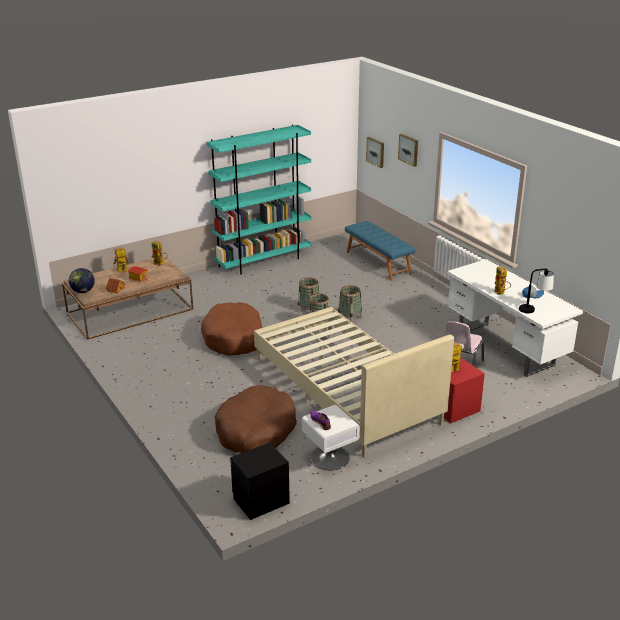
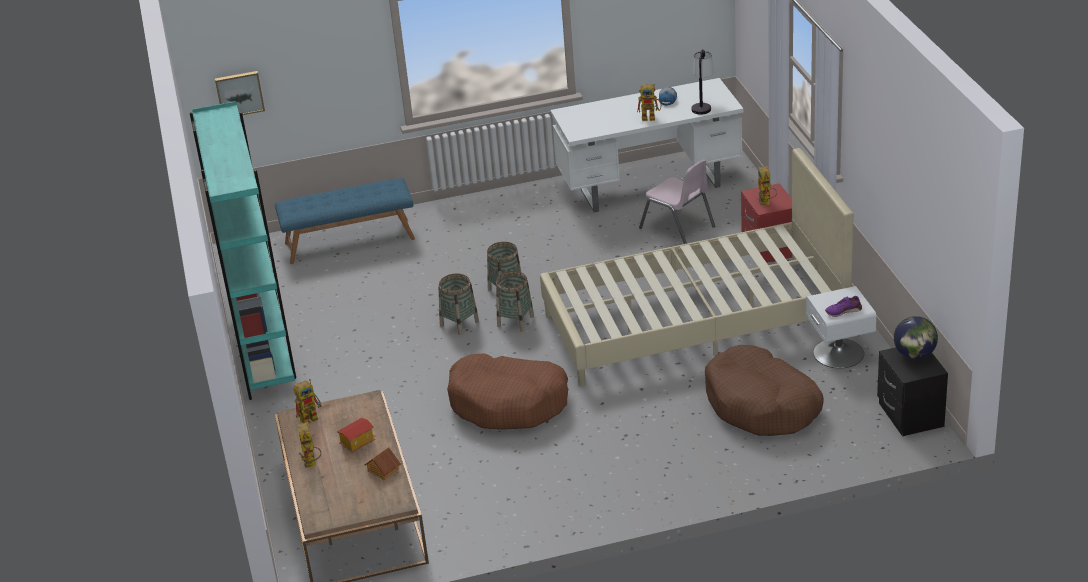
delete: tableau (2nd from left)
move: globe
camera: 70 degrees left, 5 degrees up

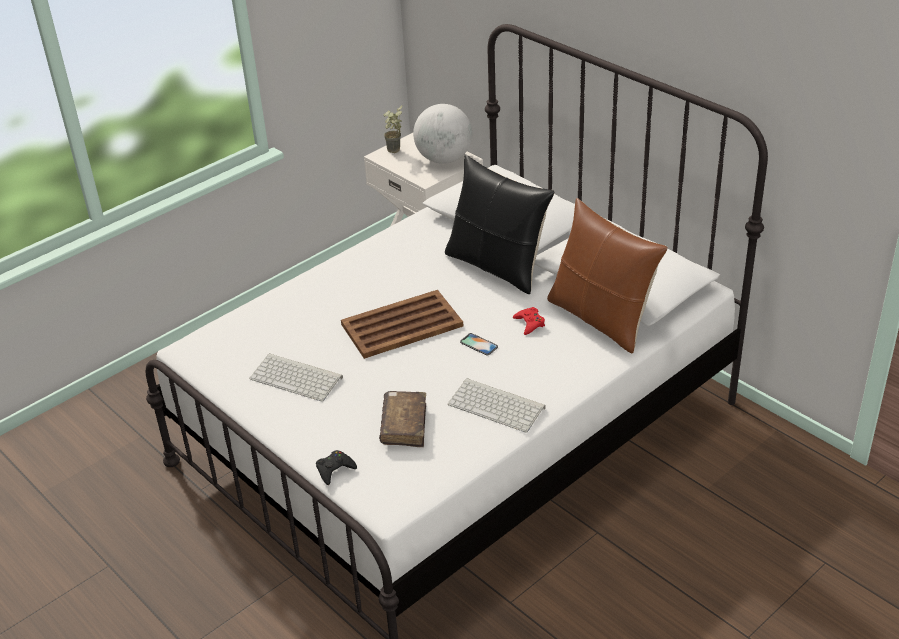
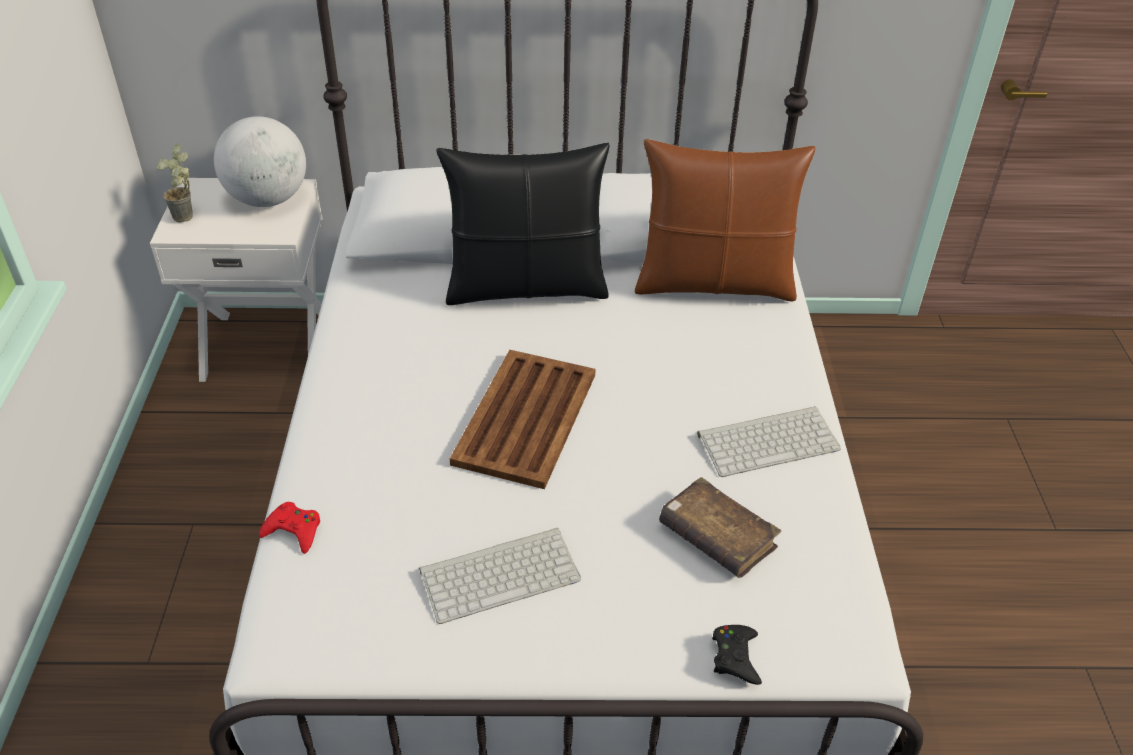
delete: téléphone
move: manette [rouge]
camera: 50 degrees left, 5 degrees up

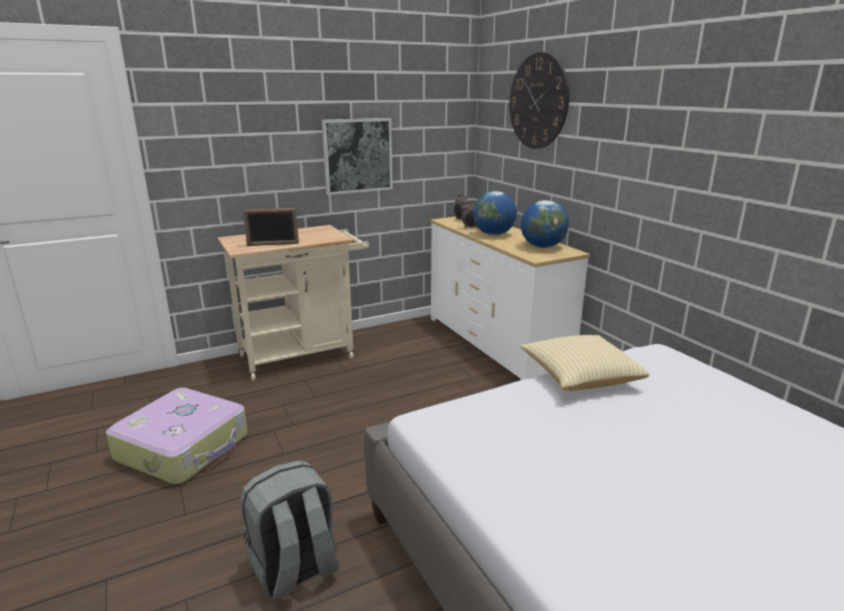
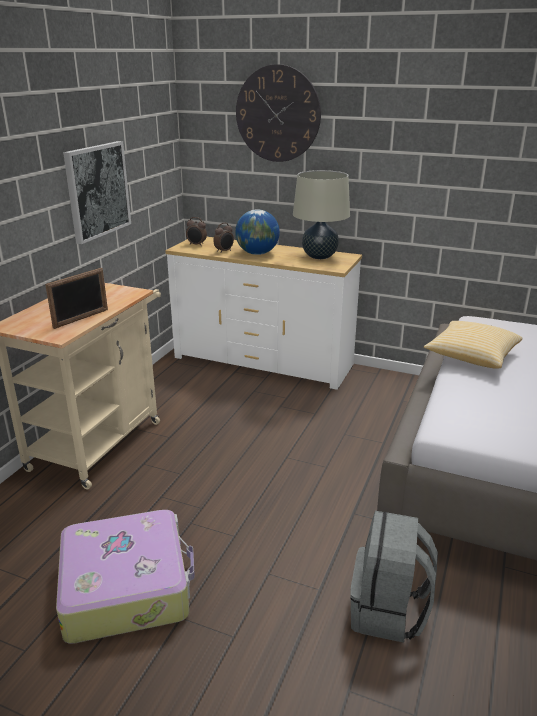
replace: globe (2nd from left) to lampe de table [beige]
camera: 40 degrees left, 5 degrees up

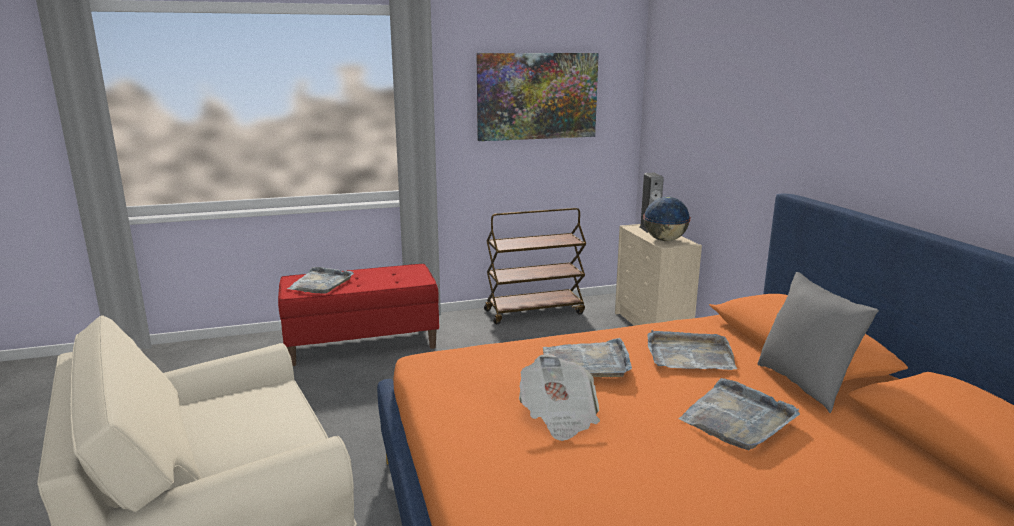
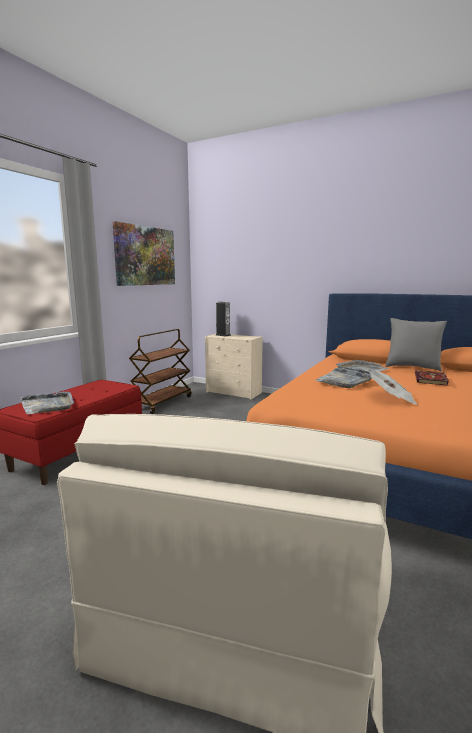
delete: globe
replace: plateau [gris] (4th from left) to livre
camera: 45 degrees left, 5 degrees down

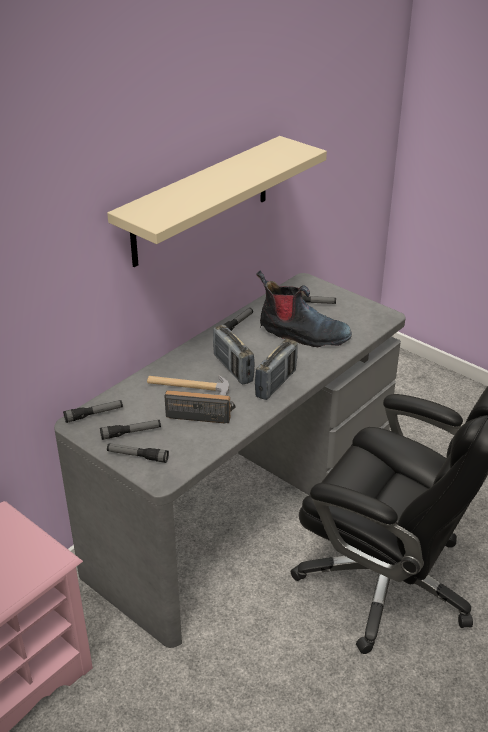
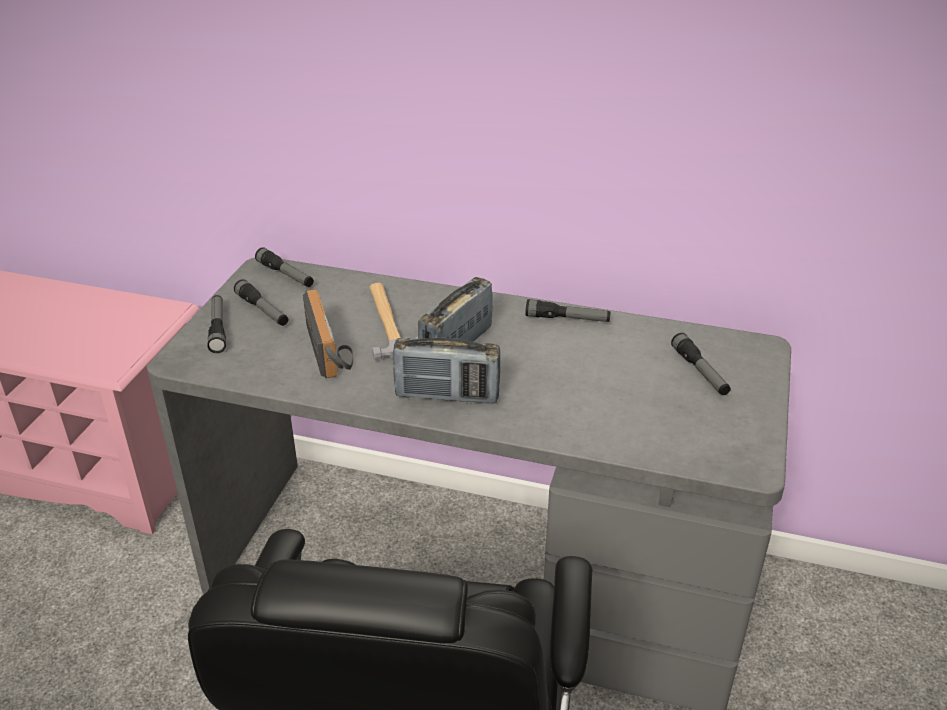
delete: étagère [beige]; botte
camera: 65 degrees right, 0 degrees up

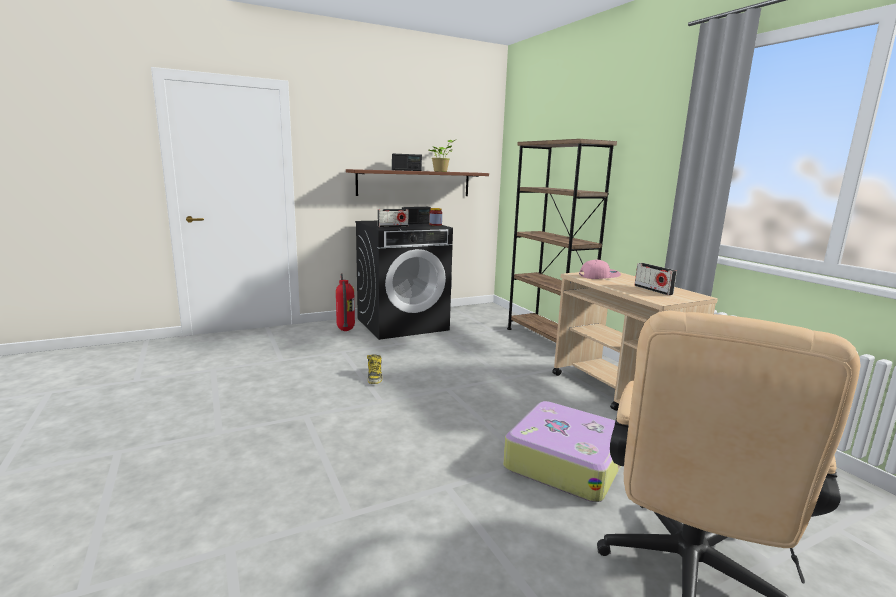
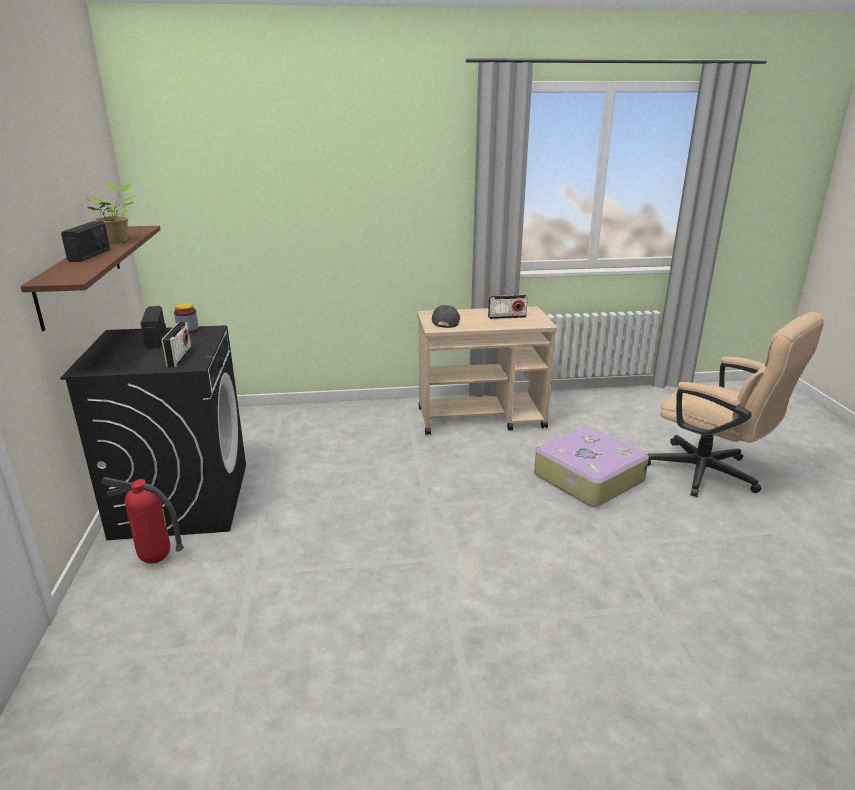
delete: botte; bibliothèque [marron]
recolor: casquette [rose] to casquette [gris]
camera: 70 degrees left, 10 degrees up

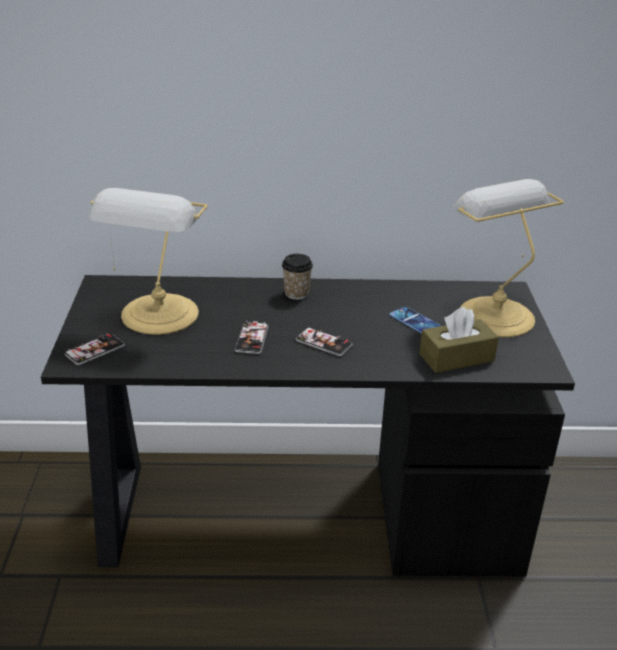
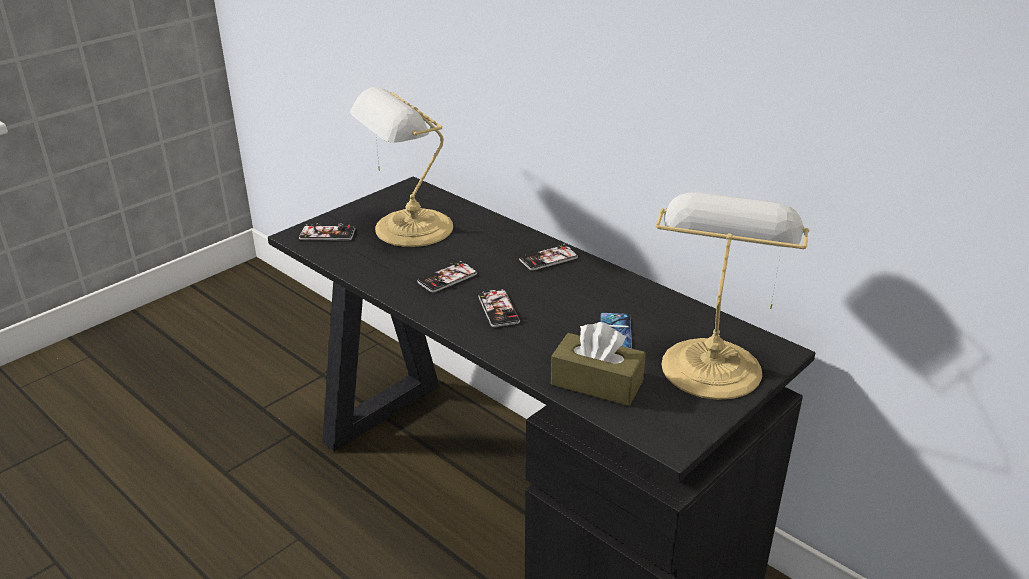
replace: tasse to téléphone (4th from left)
camera: 45 degrees right, 0 degrees up

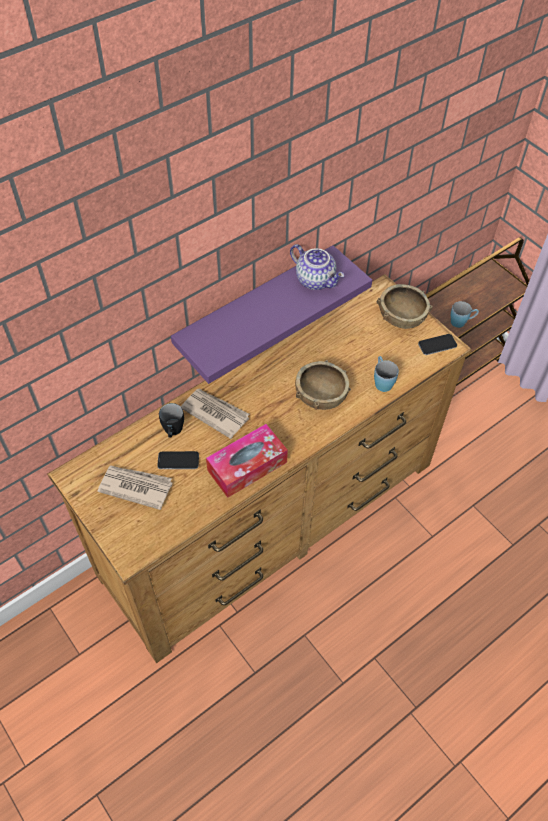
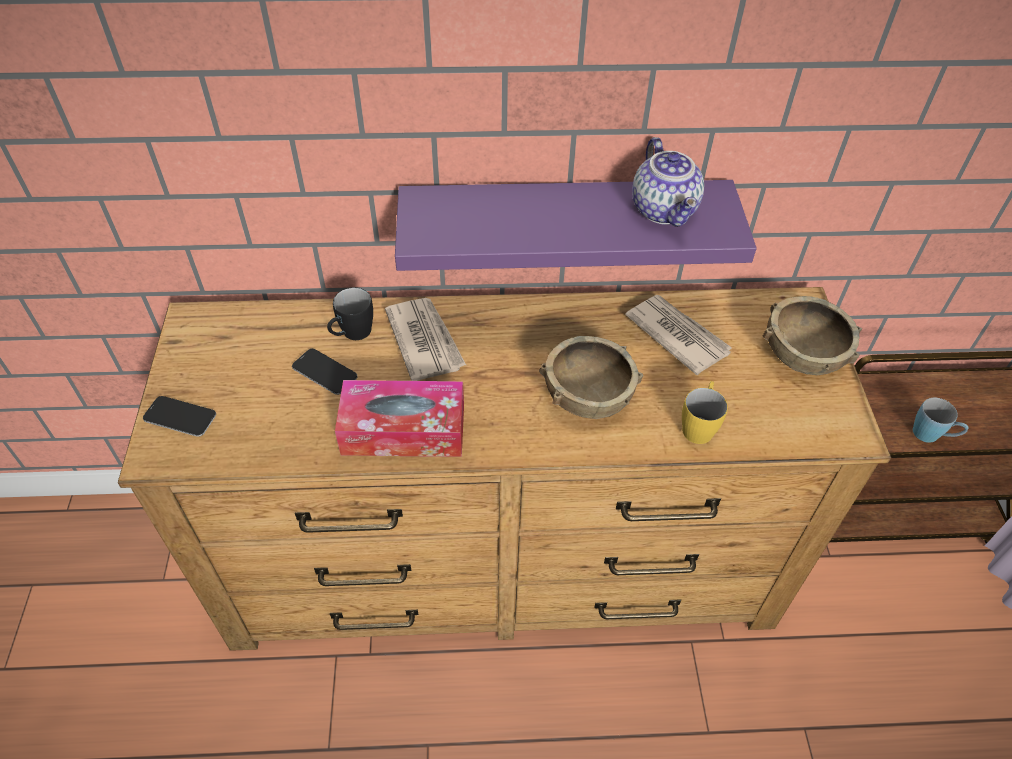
move: téléphone (2nd from left in the first image) to téléphone (1st from left); journal (1st from left in the first image) to journal (2nd from left)
recolor: mug [bleu] (1st from left) to mug [jaune]
camera: 35 degrees right, 5 degrees down

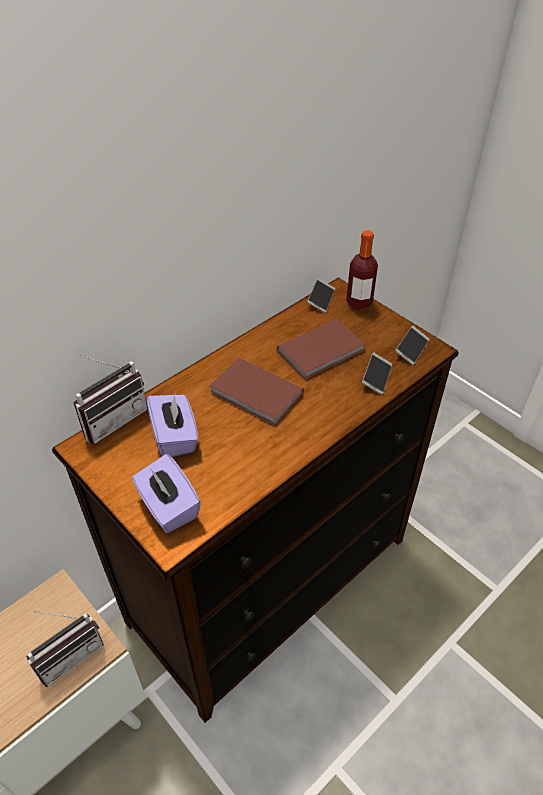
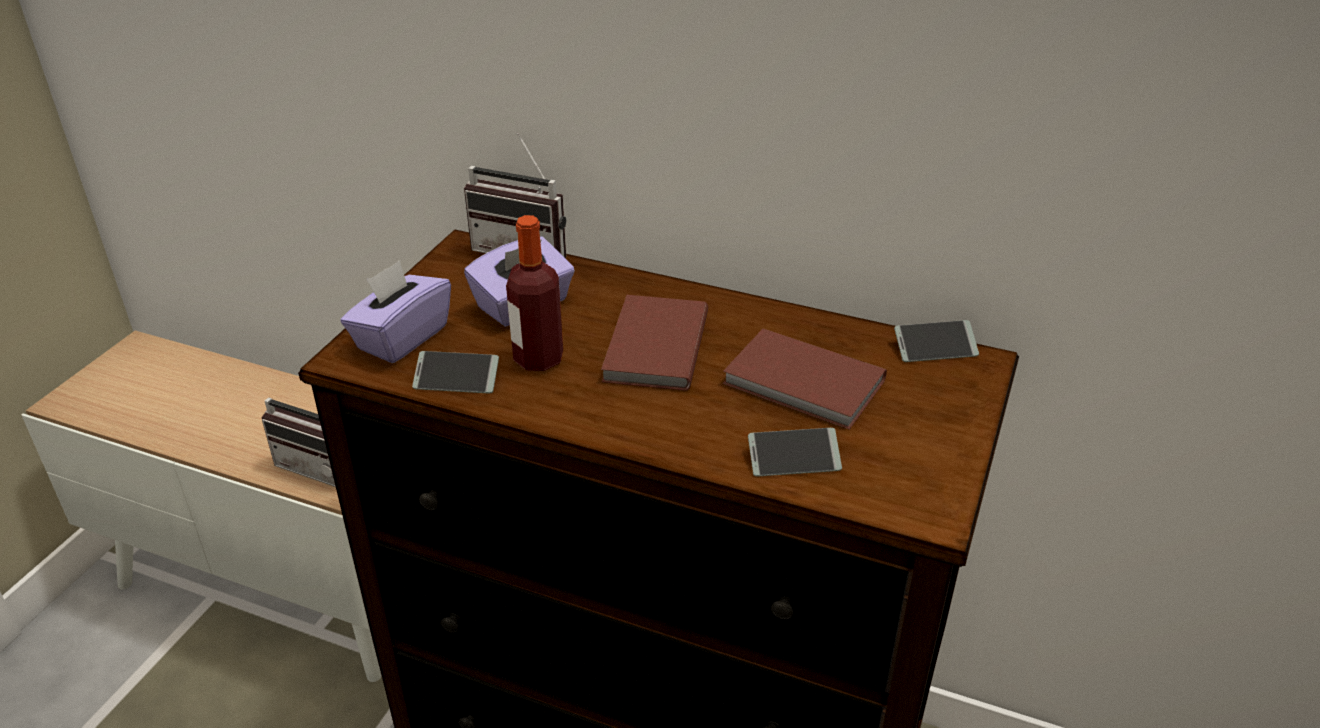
move: téléphone (3rd from left in the first image) to téléphone (1st from left); bouteille
camera: 65 degrees right, 10 degrees down

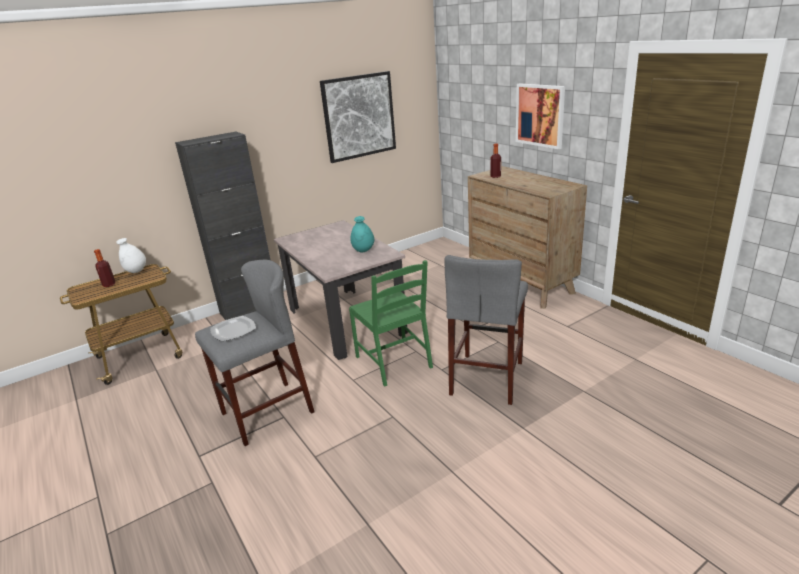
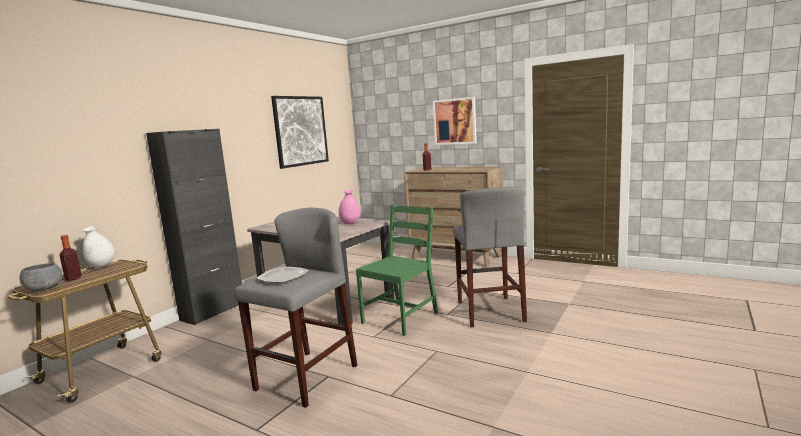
insert: bol [gris]
recolor: vase [turquoise] to vase [rose]
rotate: chaise [vert] 90 degrees counterclockwise
camera: 25 degrees left, 15 degrees down

